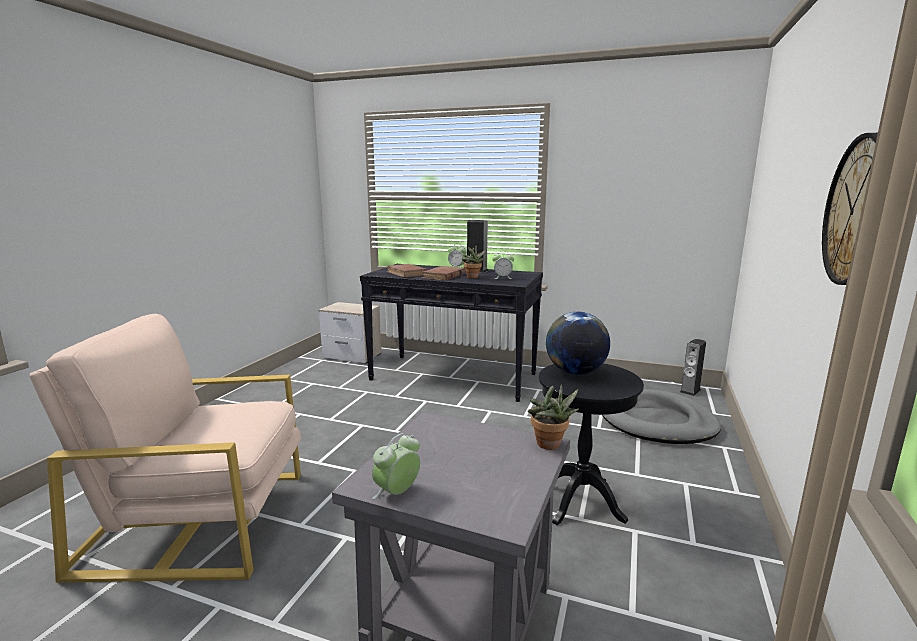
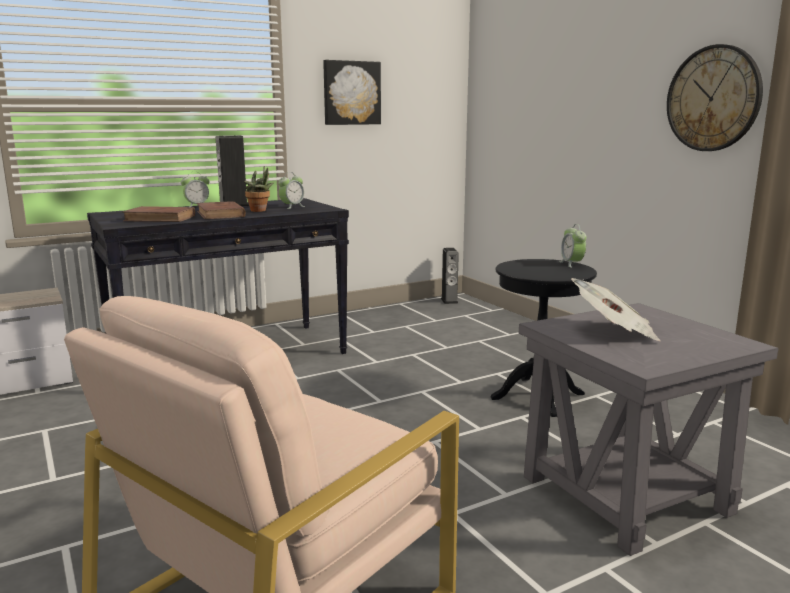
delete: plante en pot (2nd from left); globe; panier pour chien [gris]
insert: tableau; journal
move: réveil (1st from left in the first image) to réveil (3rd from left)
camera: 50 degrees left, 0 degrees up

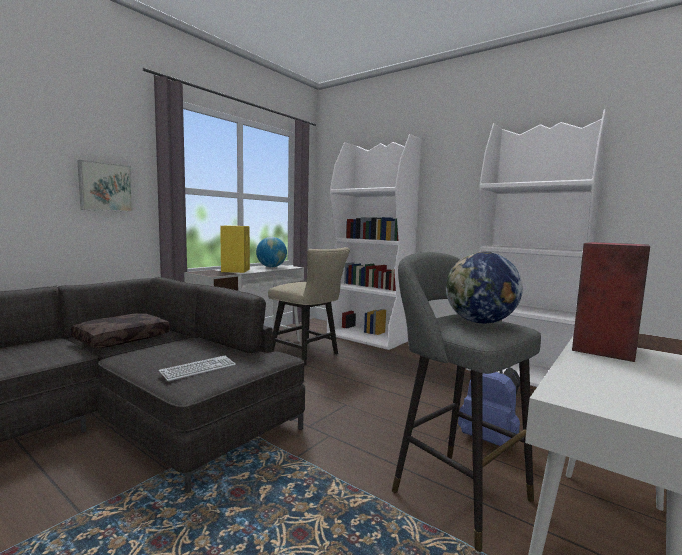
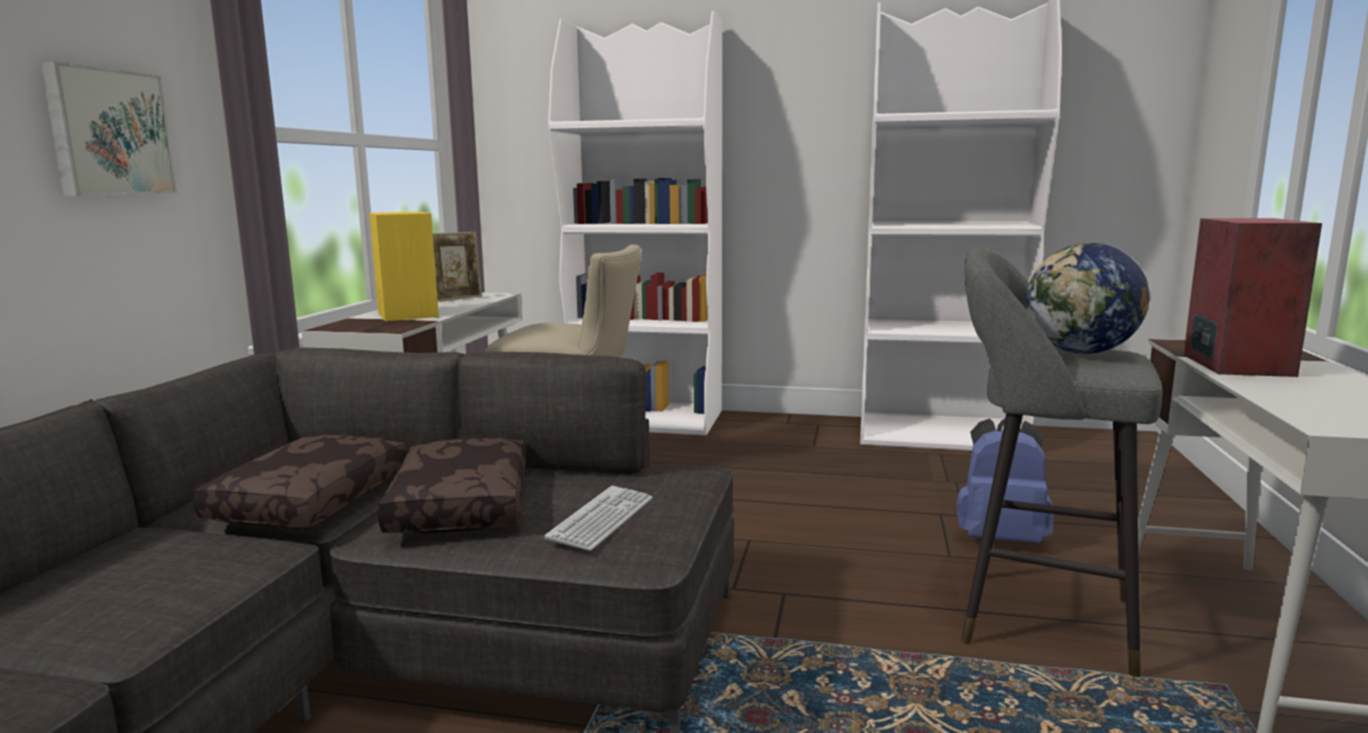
insert: coussin [marron] (2nd from left)
replace: globe (1st from left) to cadre photo
camera: 25 degrees left, 5 degrees up

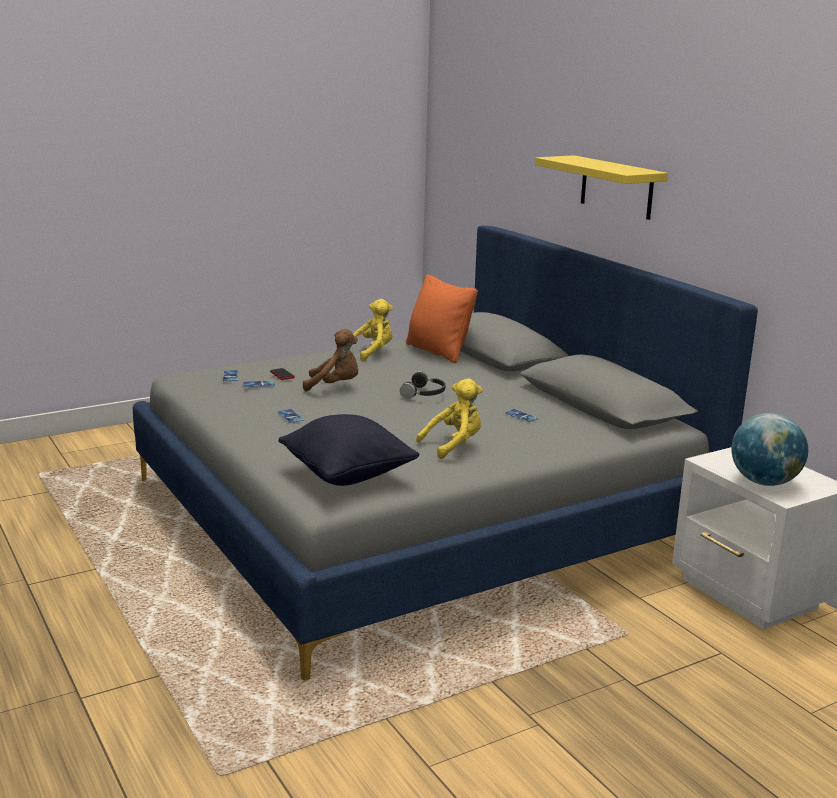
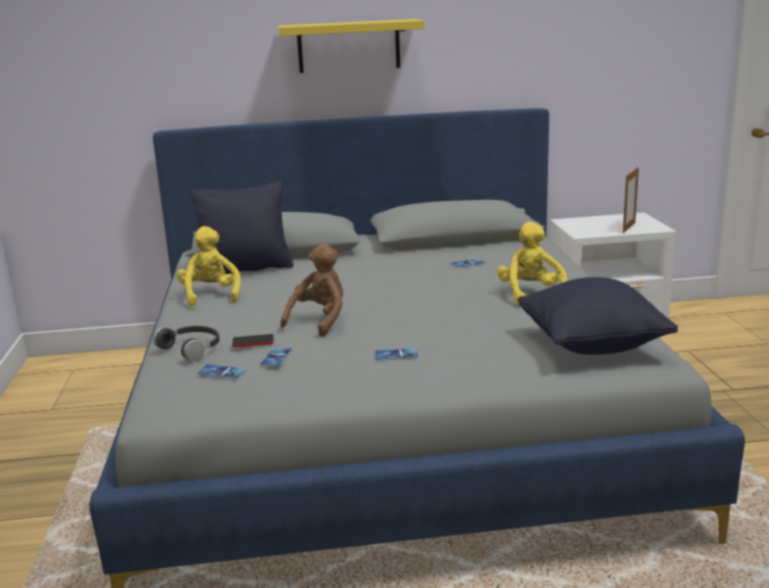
move: casque audio [noir]
replace: globe to cadre photo
recolor: coussin [orange] to coussin [noir] (1st from left)
camera: 65 degrees left, 0 degrees up

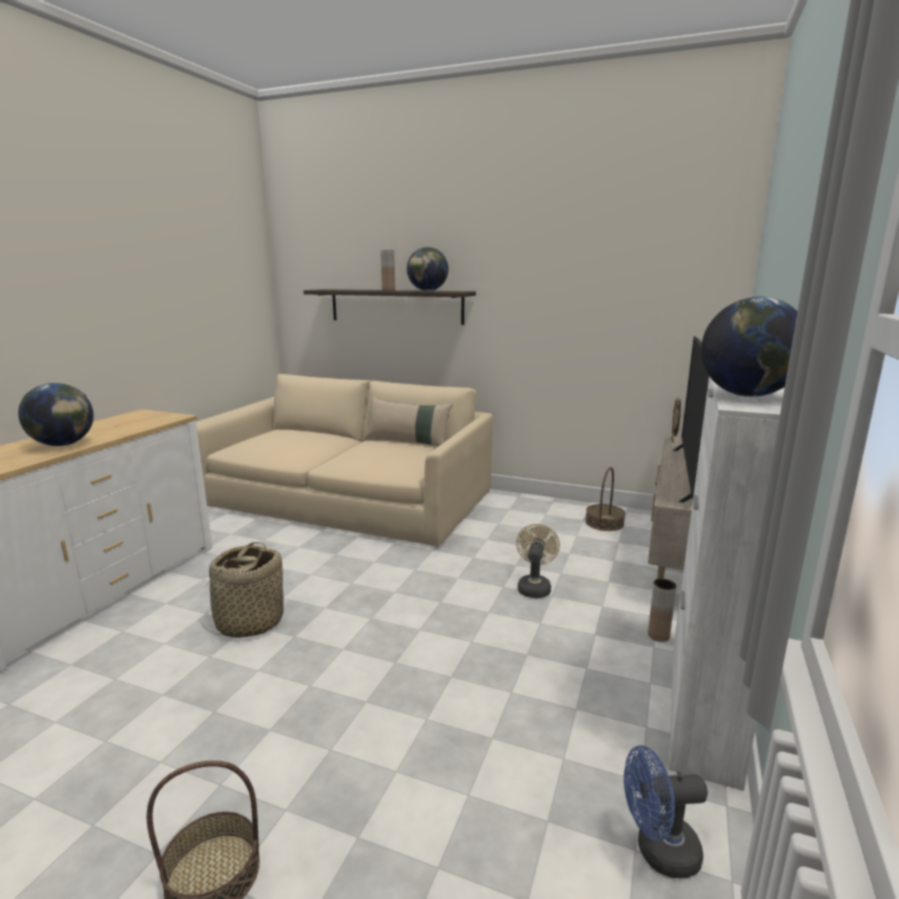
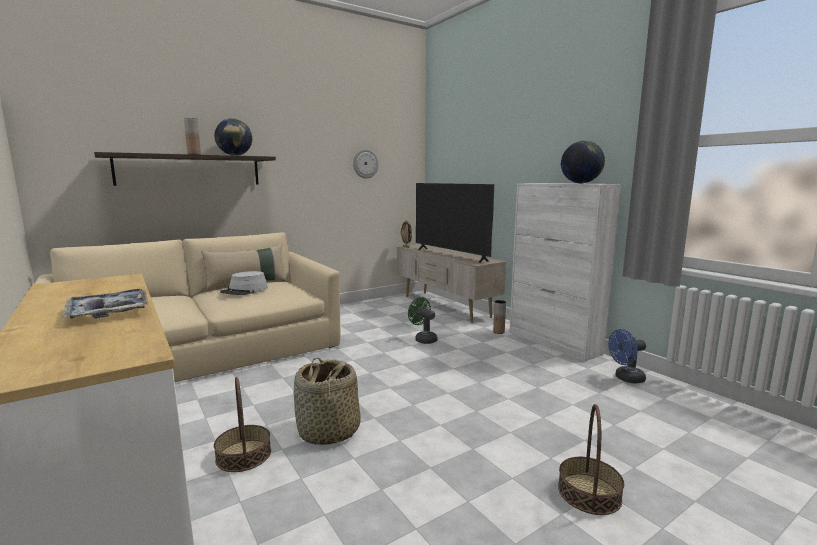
insert: chapeau [gris]; horloge murale
move: panier (3rd from left in the first image) to panier (1st from left)
replace: globe (1st from left) to plateau
recolor: ventilateur [beige] to ventilateur [vert]
rotate: ventilateur [bleu] 45 degrees clockwise
camera: 55 degrees left, 5 degrees down

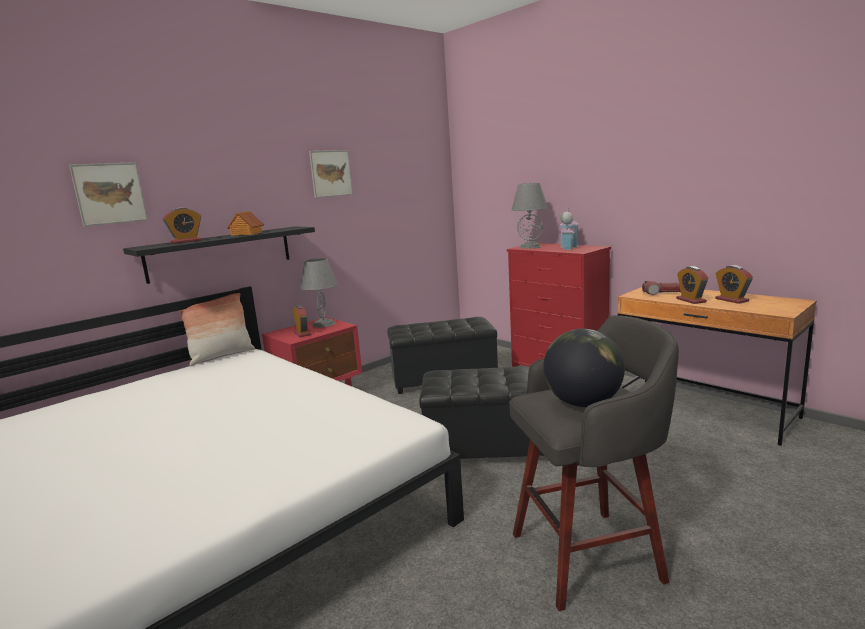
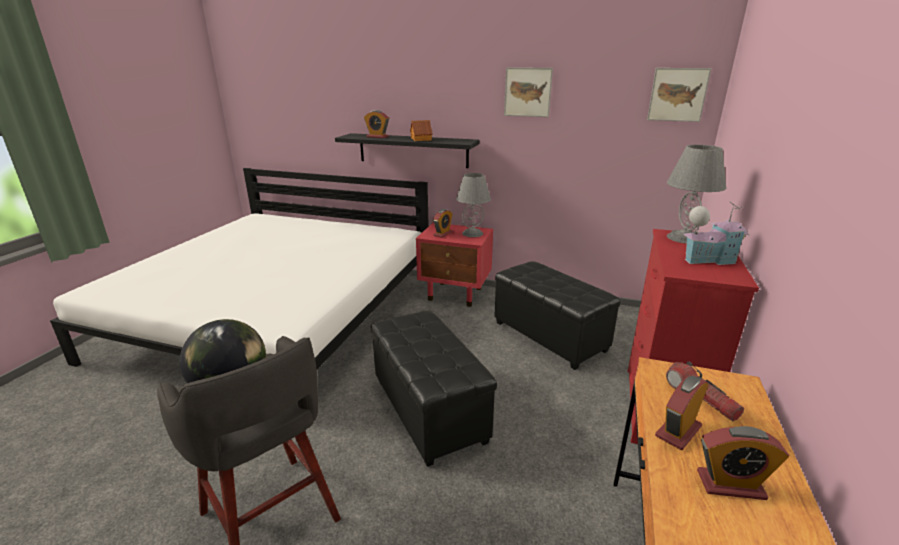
delete: coussin
move: tableau (1st from left in the first image) to tableau (2nd from left)
rotate: réveil (4th from left) 120 degrees counterclockwise
camera: 60 degrees right, 10 degrees up

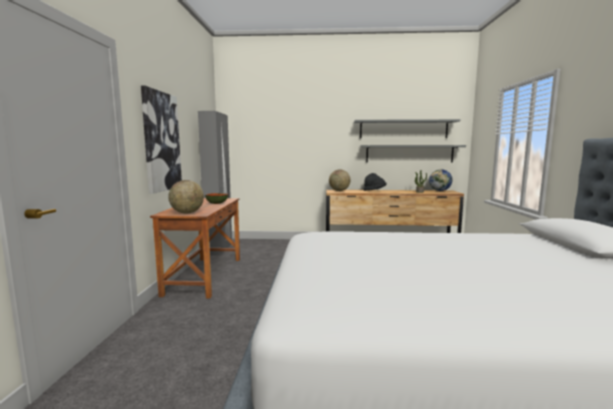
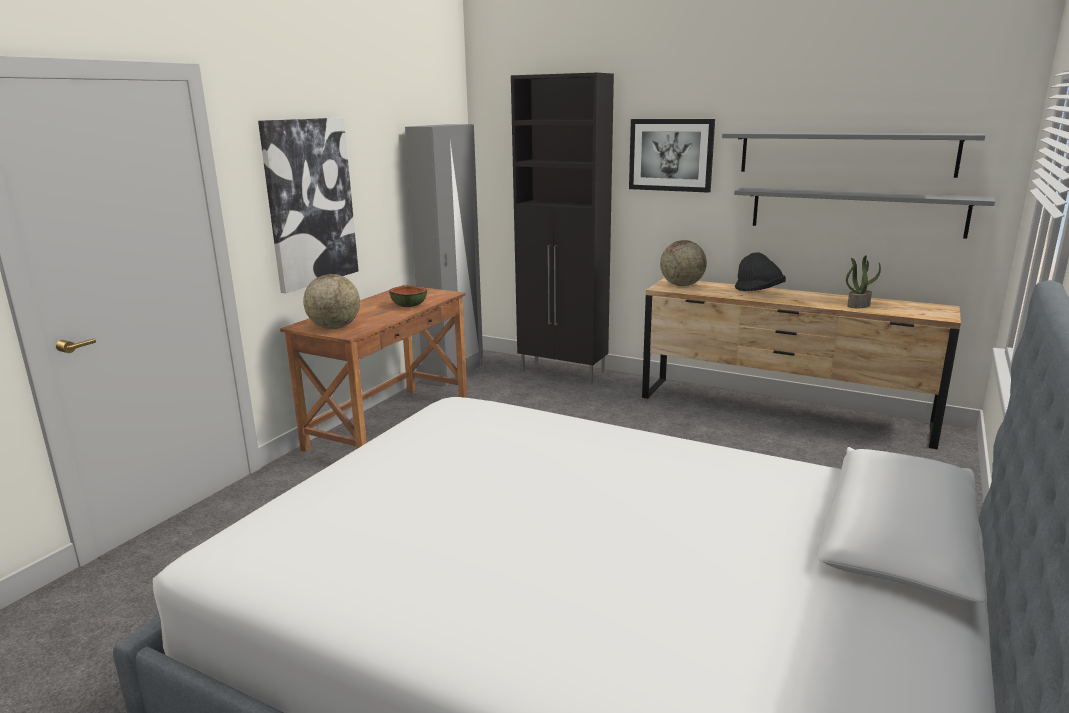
delete: globe (3rd from left)
insert: meuble de rangement [noir]; tableau (2nd from left)
camera: 25 degrees right, 10 degrees up

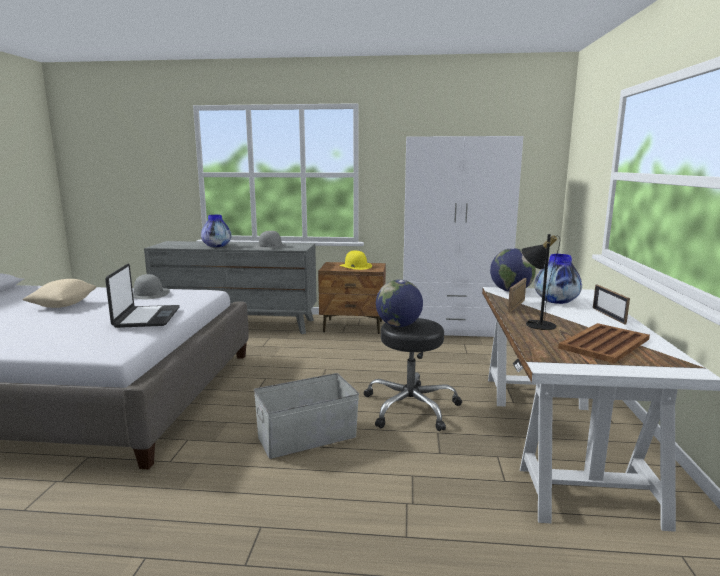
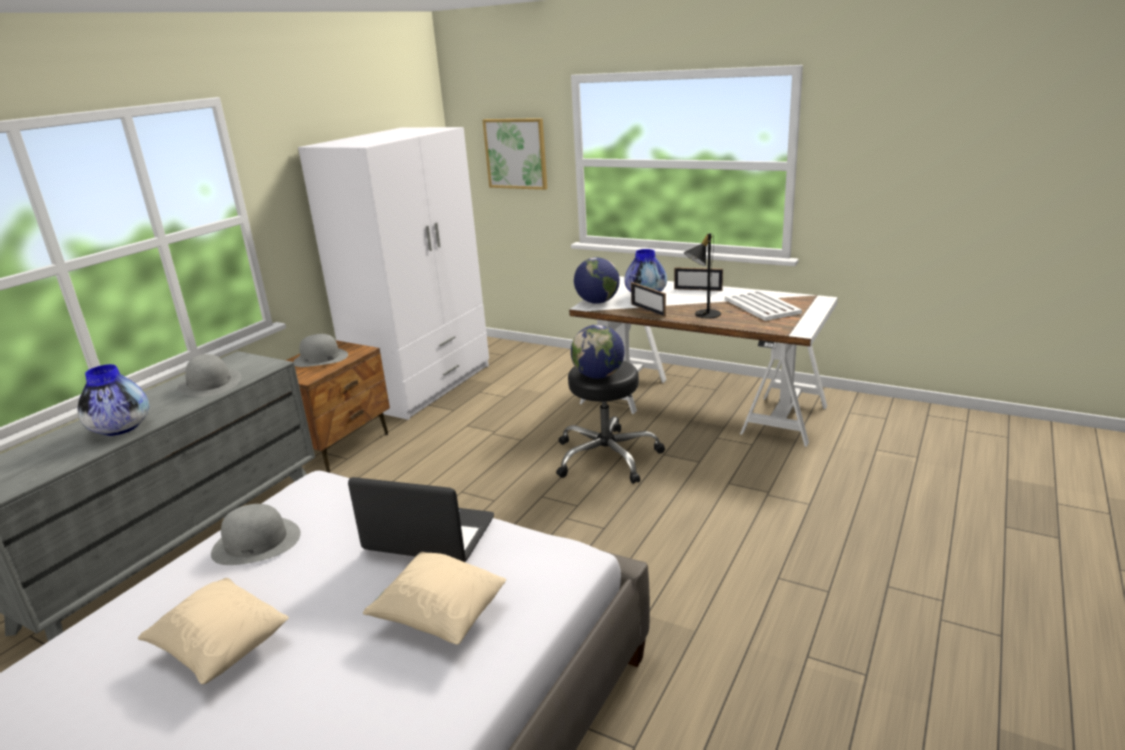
delete: boîte de rangement [gris]
insert: coussin [beige] (2nd from left); tableau
recolor: chapeau [jaune] to chapeau [gris] (3rd from left); plateau [marron] to plateau [blanc]
camera: 65 degrees left, 10 degrees up

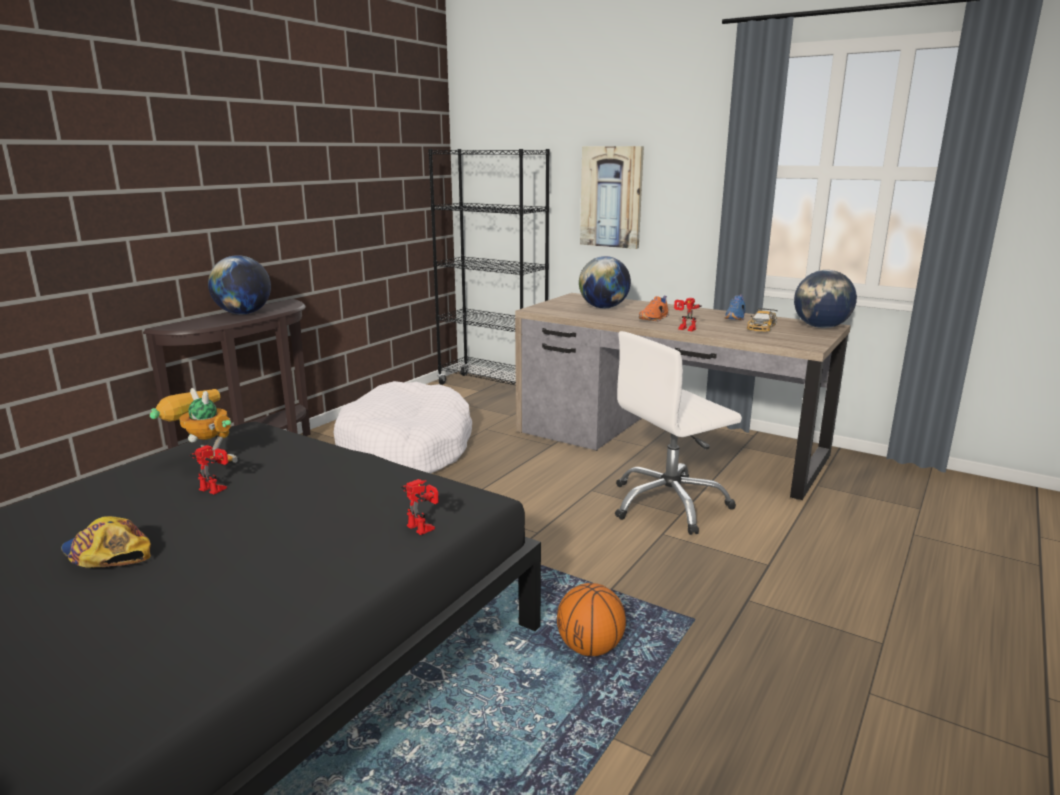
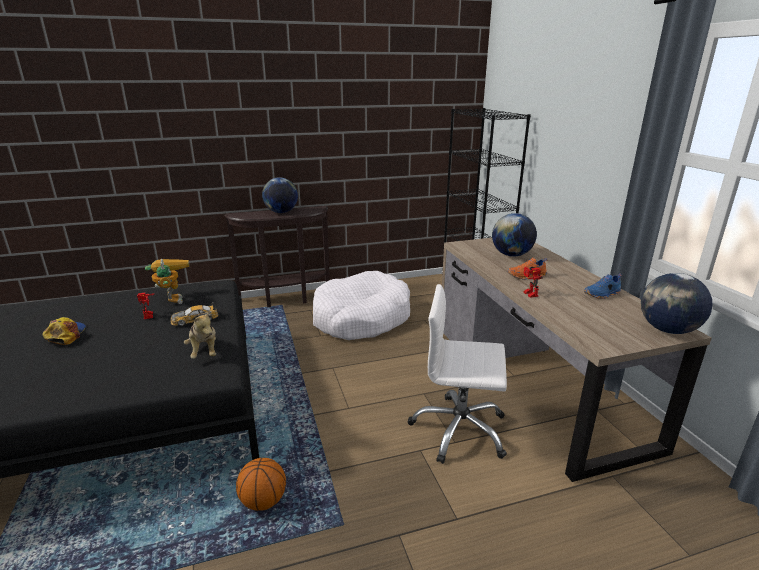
delete: robot jouet (3rd from left); tableau
insert: peluche
move: petite voiture
camera: 40 degrees right, 5 degrees up

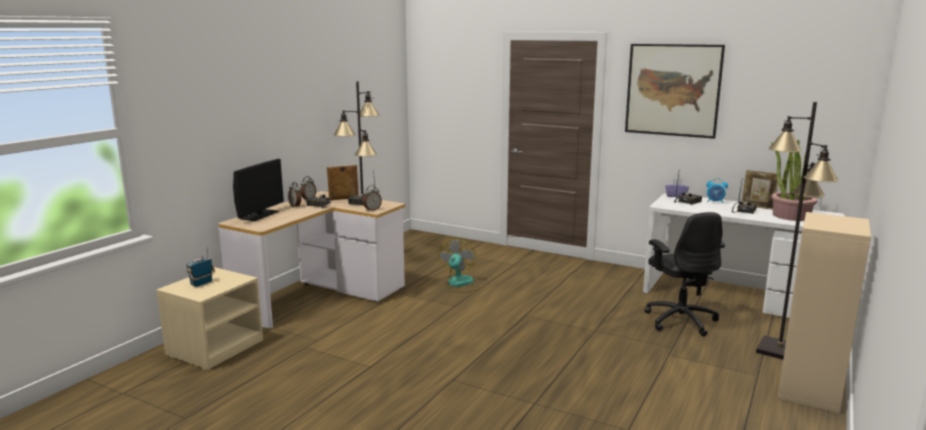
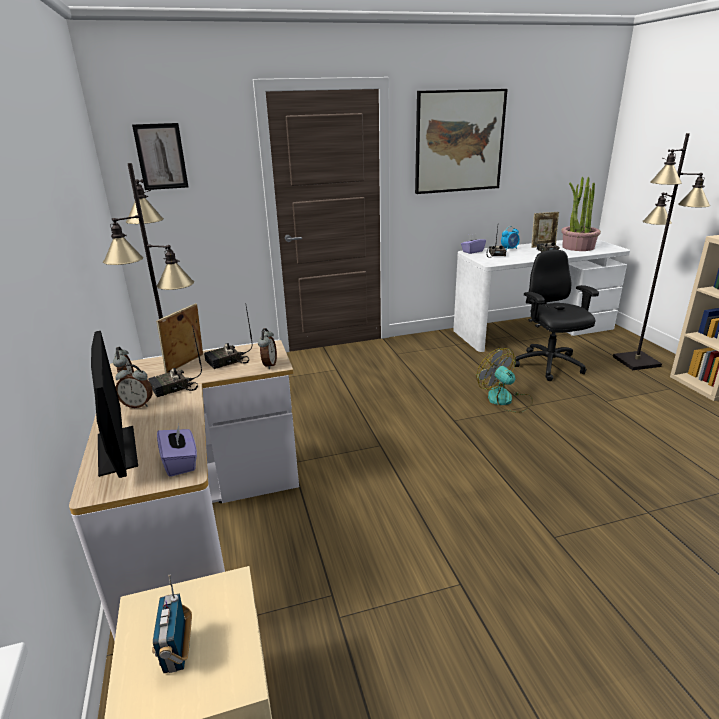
insert: tableau (1st from left); boîte à mouchoirs [violet] (1st from left)
move: ventilateur
rotate: chaise de bureau [noir] 135 degrees counterclockwise
camera: 45 degrees left, 10 degrees up

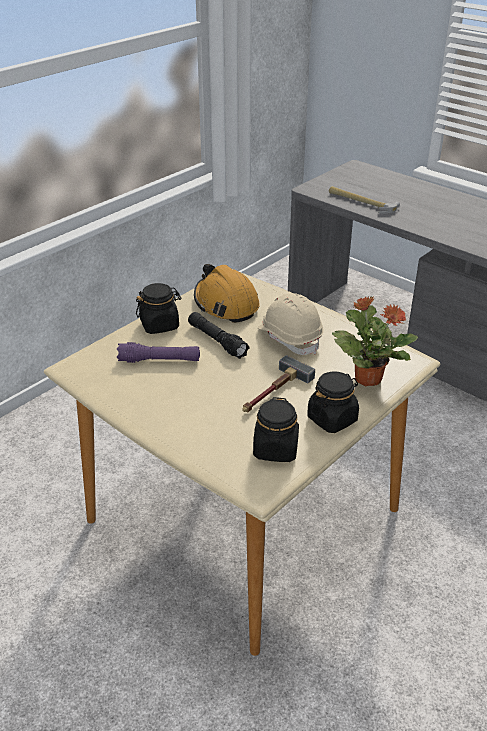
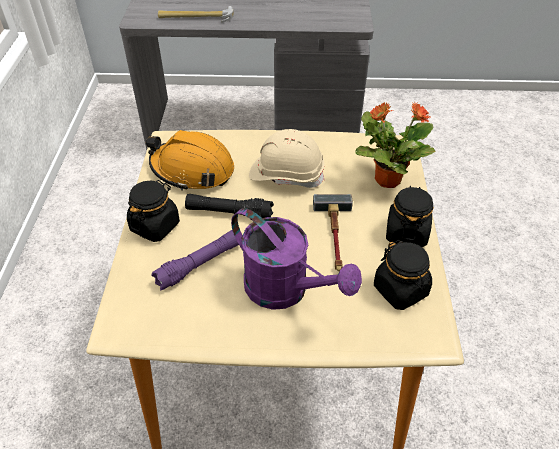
insert: arrosoir [violet]
camera: 40 degrees left, 10 degrees up

